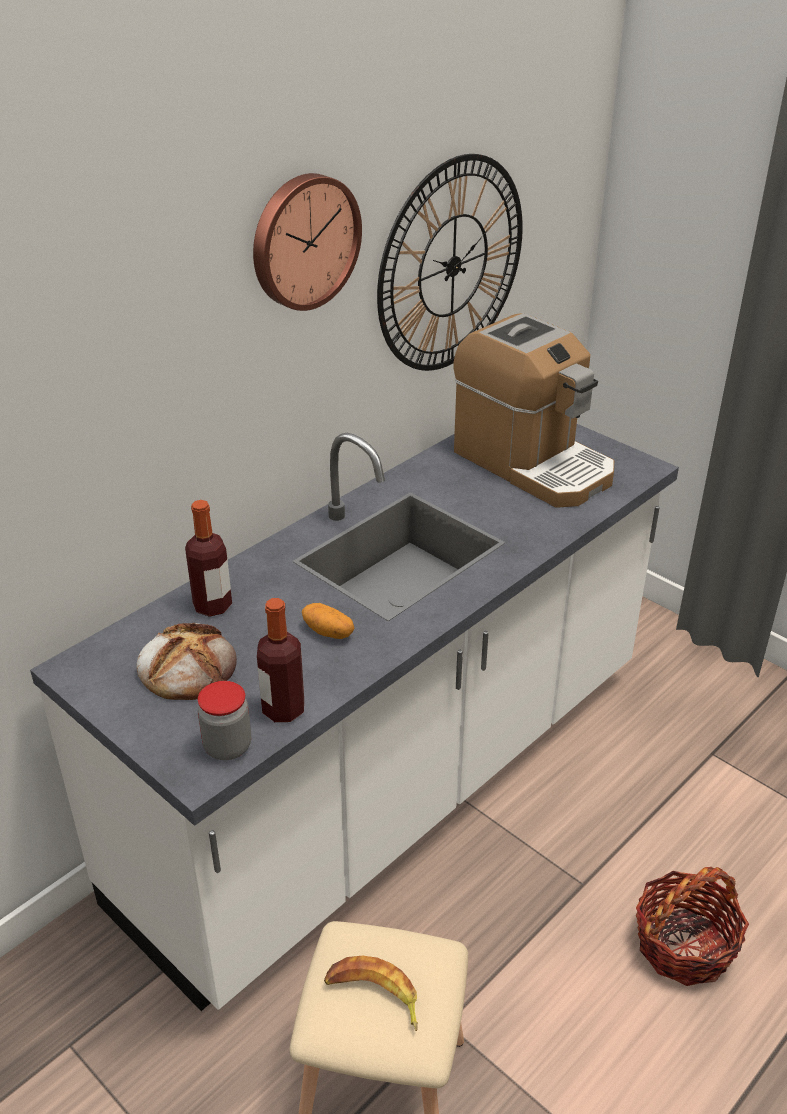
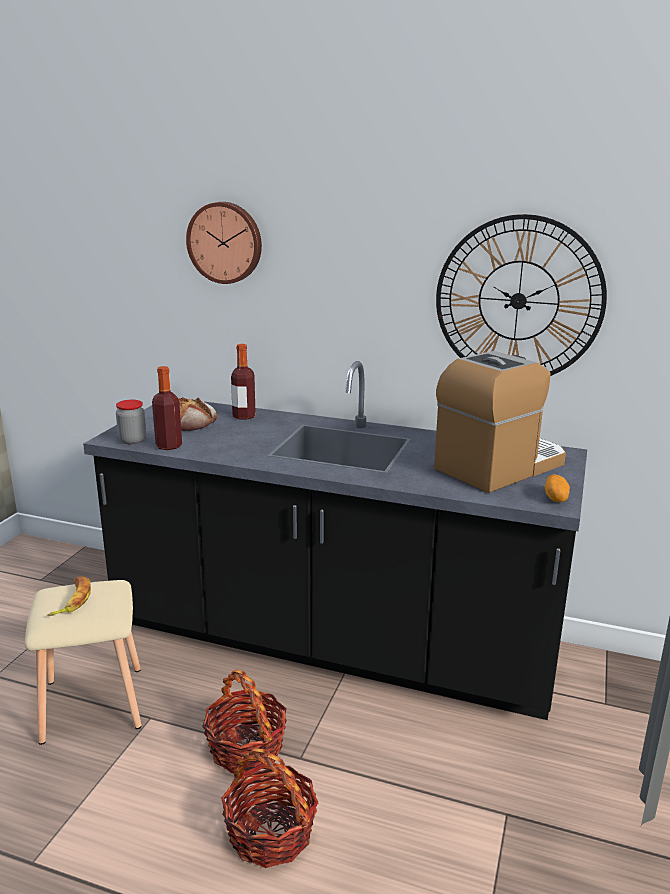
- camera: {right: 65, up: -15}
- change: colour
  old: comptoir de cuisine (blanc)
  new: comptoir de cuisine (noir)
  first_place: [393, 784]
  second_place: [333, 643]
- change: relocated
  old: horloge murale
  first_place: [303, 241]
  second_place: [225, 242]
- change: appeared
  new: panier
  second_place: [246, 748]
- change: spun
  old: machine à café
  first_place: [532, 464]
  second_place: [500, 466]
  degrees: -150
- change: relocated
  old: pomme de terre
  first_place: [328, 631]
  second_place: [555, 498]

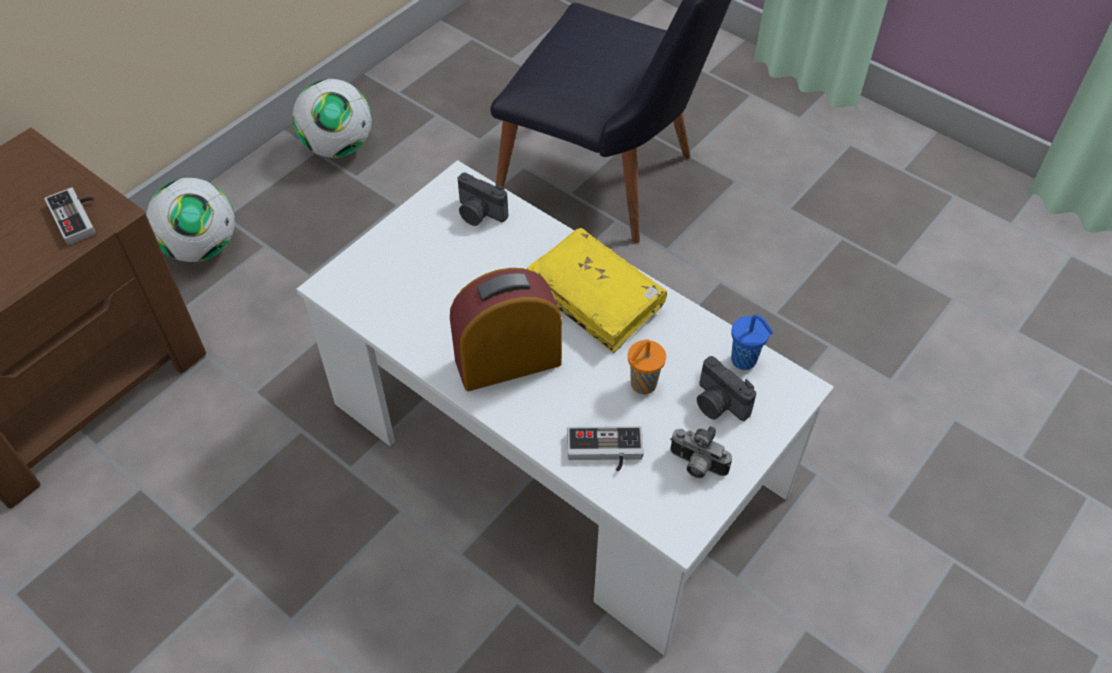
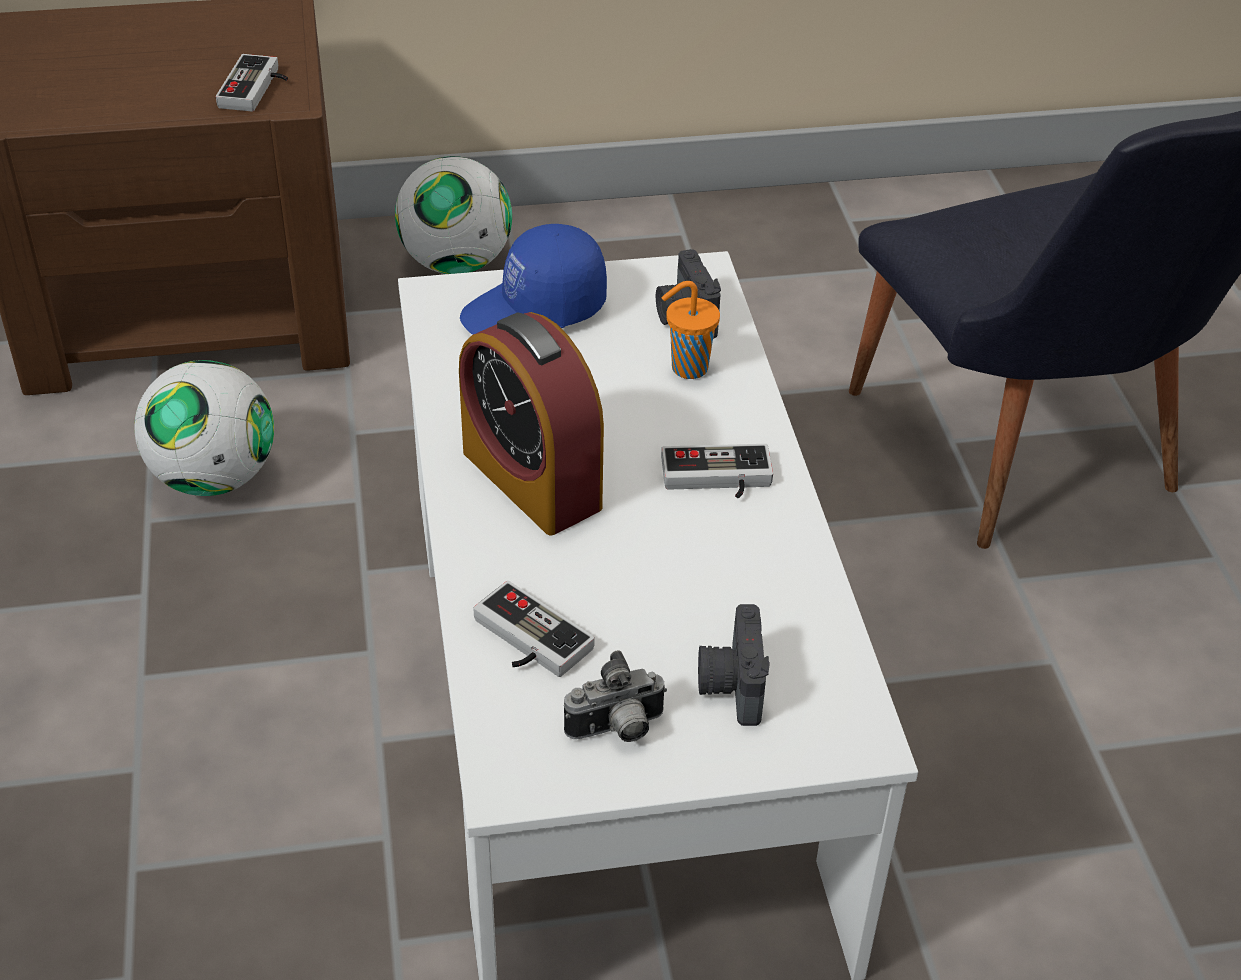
- camera: {right: 40, up: -10}
- change: relocated
  old: ballon de foot
  first_place: [338, 147]
  second_place: [214, 478]
- change: spun
  old: réveil
  first_place: [508, 361]
  second_place: [531, 479]
  degrees: -150
- change: appeared
  new: casquette (bleu)
  second_place: [535, 312]
- change: spun
  old: appareil photo
  first_place: [696, 466]
  second_place: [617, 730]
  degrees: -90
- change: exchanged
  old: livre (jaune)
  new: manette
  first_place: [596, 298]
  second_place: [717, 480]
- change: relocated
  old: tasse (orange)
  first_place: [642, 385]
  second_place: [687, 368]
- change: missing
  old: tasse (bleu)
  first_place: [745, 361]

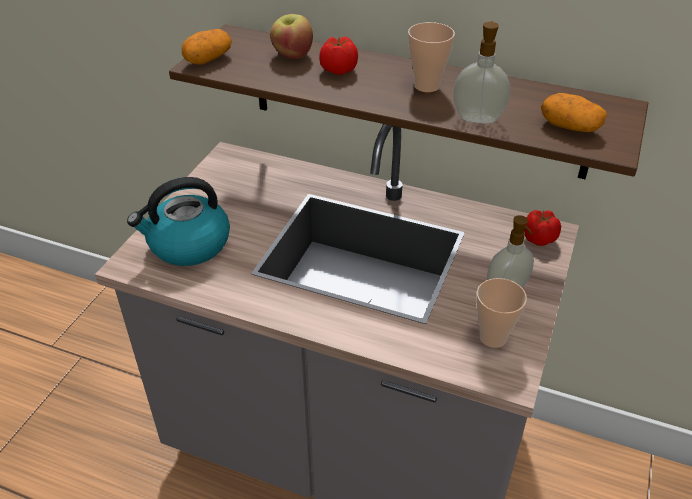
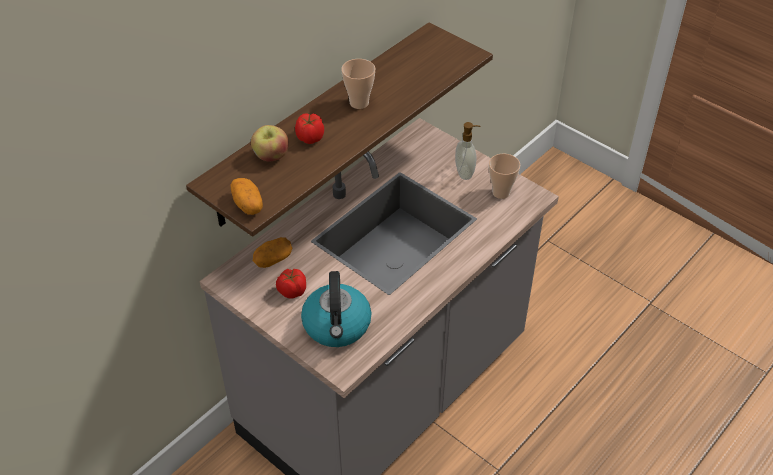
- camera: {right: -70, up: 5}
- change: relocated
  old: pomme de terre
  first_place: [569, 127]
  second_place: [273, 260]
- change: relocated
  old: tomate
  first_place: [538, 238]
  second_place: [291, 291]
- change: missing
  old: distributeur de savon
  first_place: [477, 118]

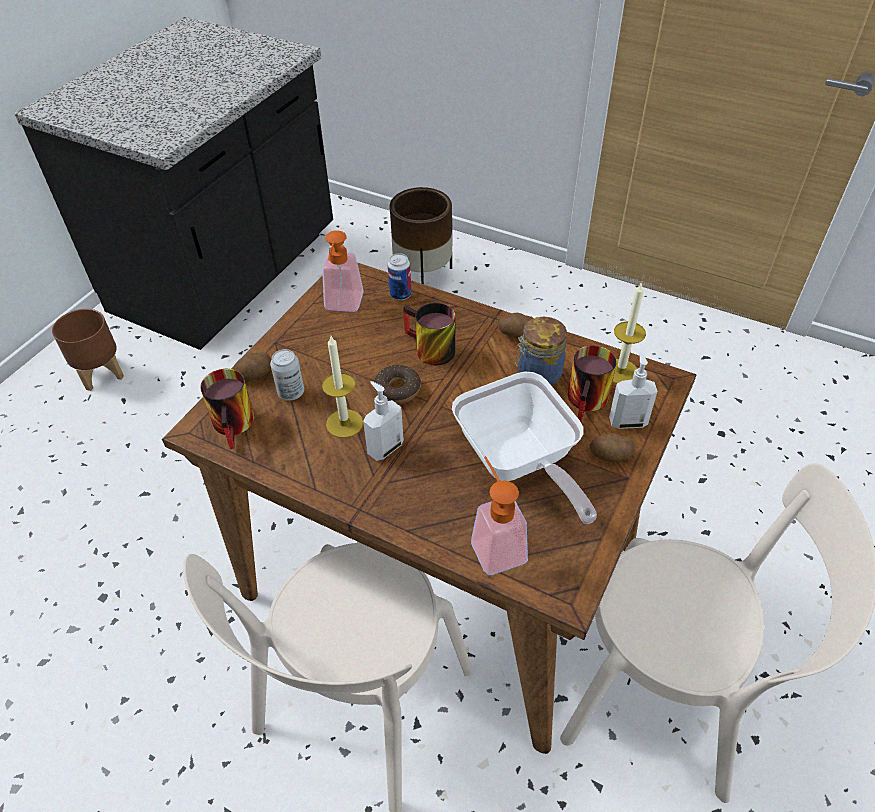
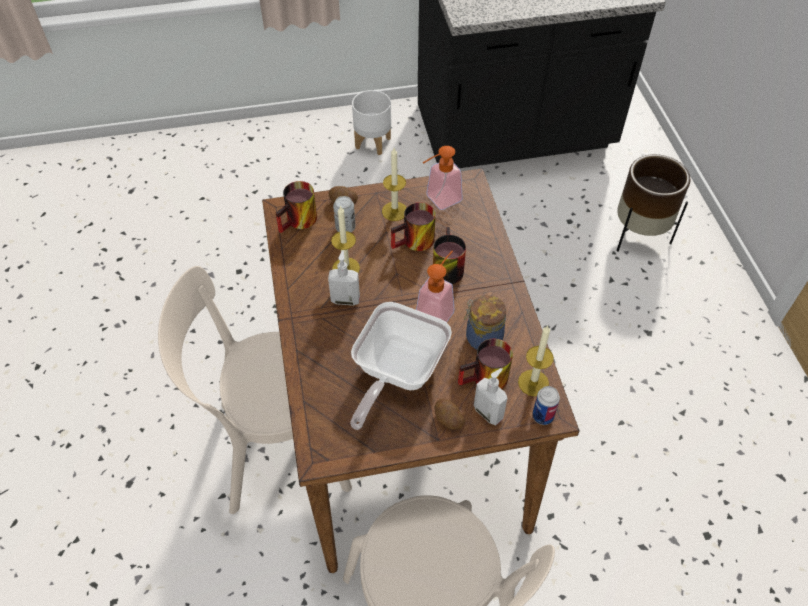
- camera: {right: 50, up: 5}
- change: colour
  old: cache-pot (marron)
  new: cache-pot (blanc)
  first_place: [101, 373]
  second_place: [373, 142]
- change: appeared
  new: bougie
  second_place: [394, 211]
- change: appeared
  new: mug
  second_place: [415, 243]
- change: relocated
  old: distributeur de savon
  first_place: [494, 544]
  second_place: [438, 310]
- change: relocated
  old: boîte métallique
  first_place: [400, 294]
  second_place: [542, 416]
- change: missing
  old: beignet
  first_place: [397, 389]
- change: missing
  old: pomme de terre
  first_place: [516, 334]

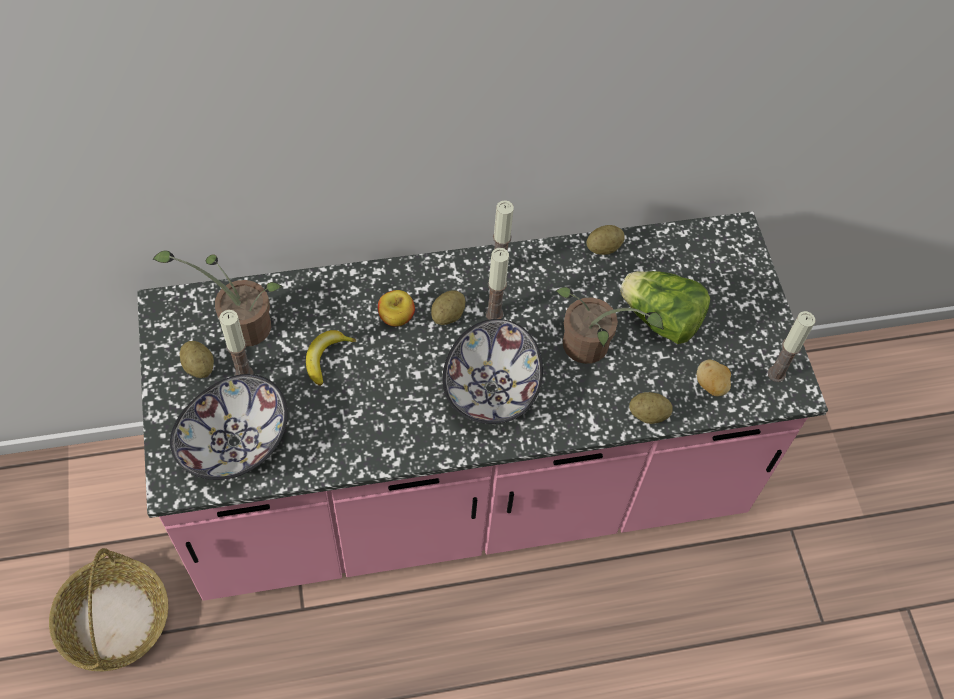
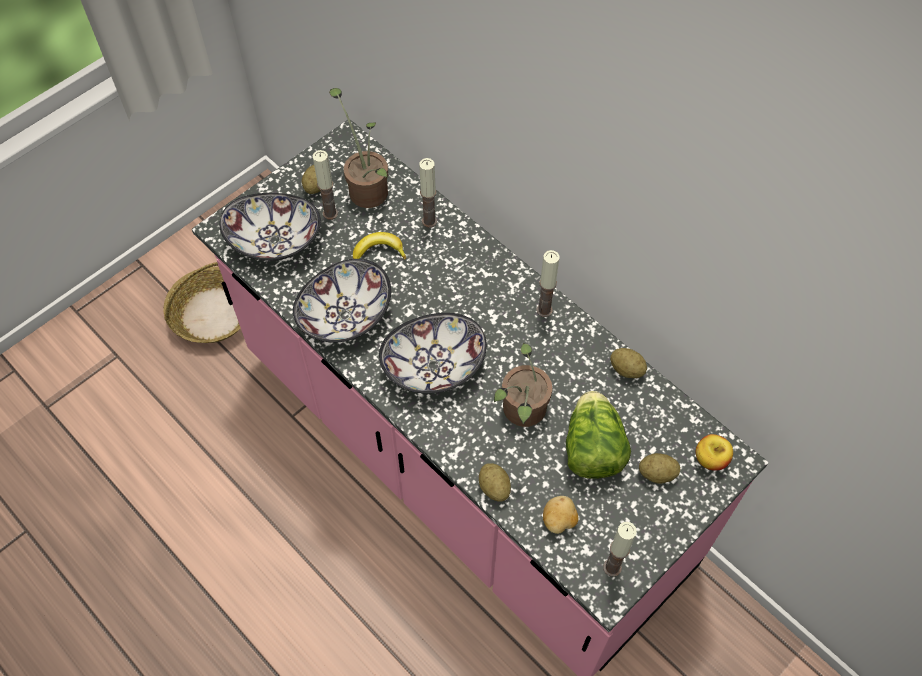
- camera: {right: 60, up: 0}
- change: appeared
  new: bol
  second_place: [344, 315]
- change: relocated
  old: bougie
  first_place: [494, 313]
  second_place: [429, 221]
- change: relocated
  old: pomme de terre
  first_place: [448, 315]
  second_place: [657, 474]
- change: relocated
  old: pomme
  first_place: [396, 317]
  second_place: [710, 459]

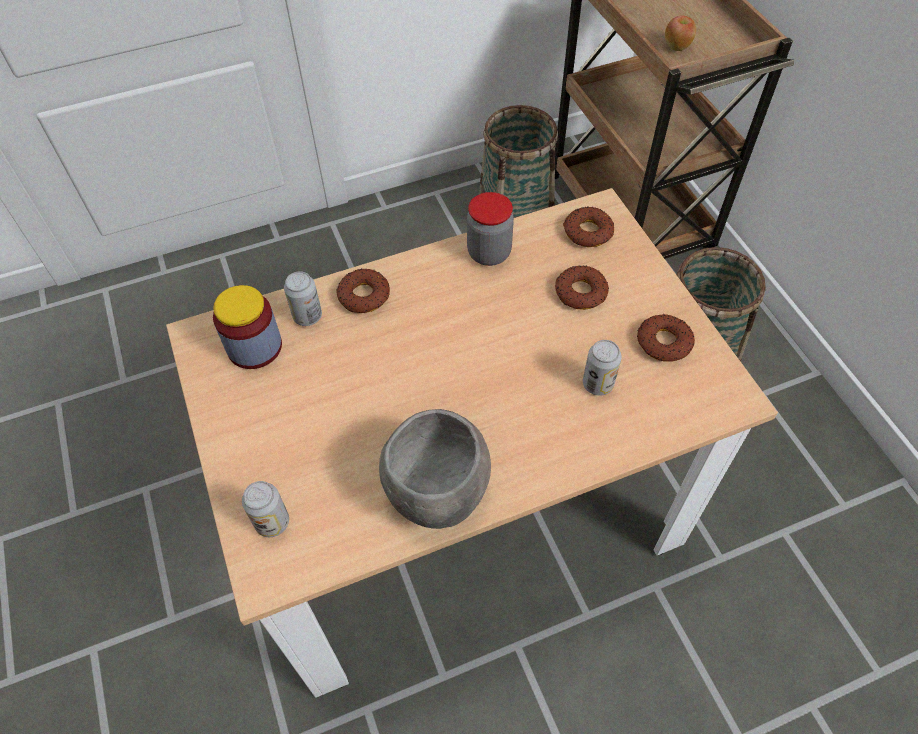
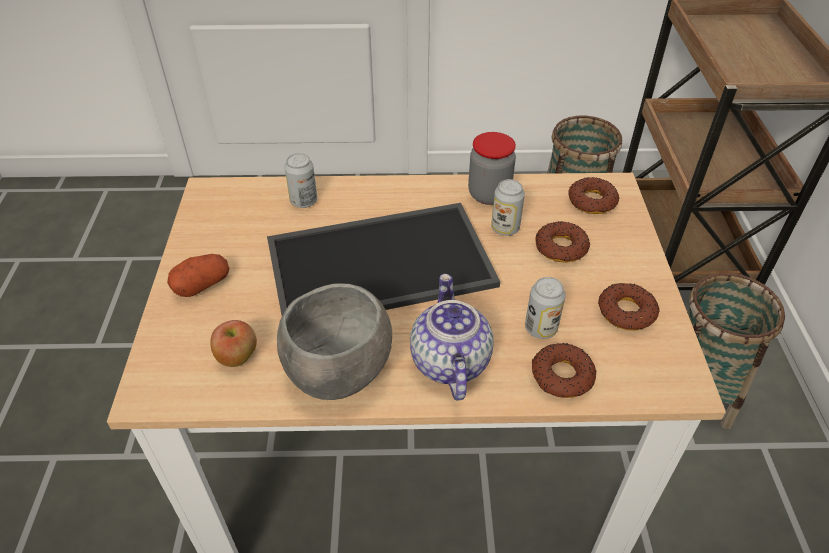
- camera: {right: 20, up: -10}
- change: appeared
  new: pomme de terre
  second_place: [202, 284]
- change: relocated
  old: pomme
  first_place: [677, 47]
  second_place: [238, 357]
- change: appeared
  new: plateau
  second_place: [381, 261]
- change: appeared
  new: théière
  second_place: [448, 361]
- change: relocated
  old: boîte métallique
  first_place: [272, 522]
  second_place: [505, 228]
- change: relocated
  old: beignet
  first_place: [363, 296]
  second_place: [561, 376]
- change: missing
  old: bocal
  first_place: [254, 347]

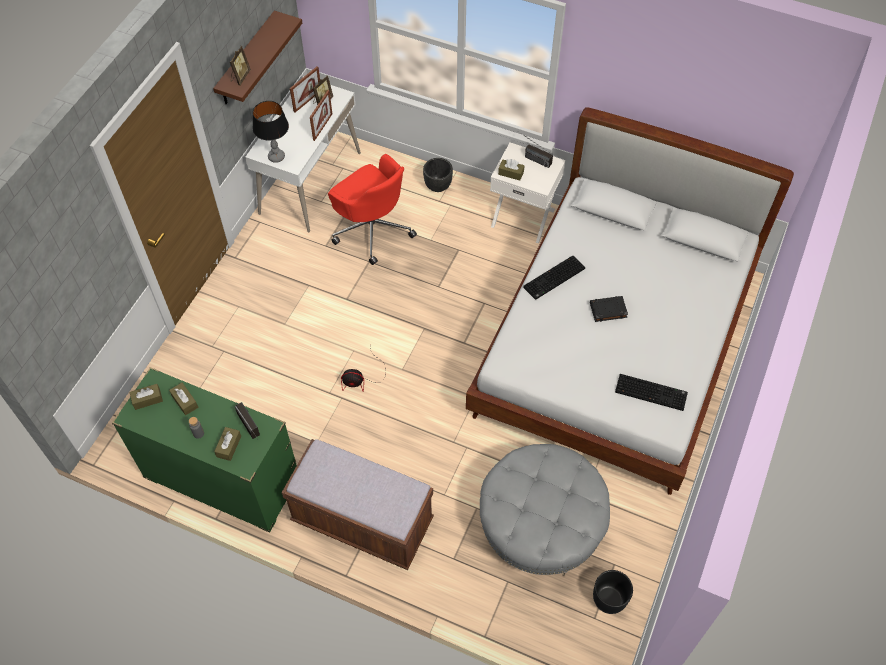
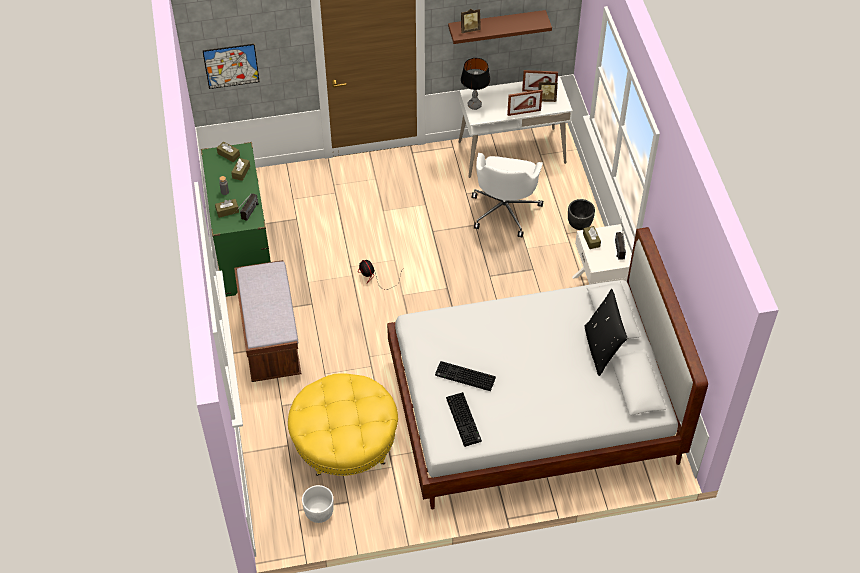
- camera: {right: 55, up: -5}
- change: appeared
  new: tableau
  second_place: [231, 66]
- change: colour
  old: pouf (gris)
  new: pouf (jaune)
  first_place: [540, 525]
  second_place: [345, 441]
- change: colour
  old: cache-pot (noir)
  new: cache-pot (blanc)
  first_place: [609, 598]
  second_place: [319, 512]
- change: relocated
  old: clavier
  first_place: [554, 279]
  second_place: [464, 377]
- change: colour
  old: chaise de bureau (rouge)
  new: chaise de bureau (blanc)
  first_place: [372, 228]
  second_place: [505, 210]
- change: appeared
  new: coussin (noir)
  second_place: [602, 349]
- change: missing
  old: livre (noir)
  first_place: [607, 310]

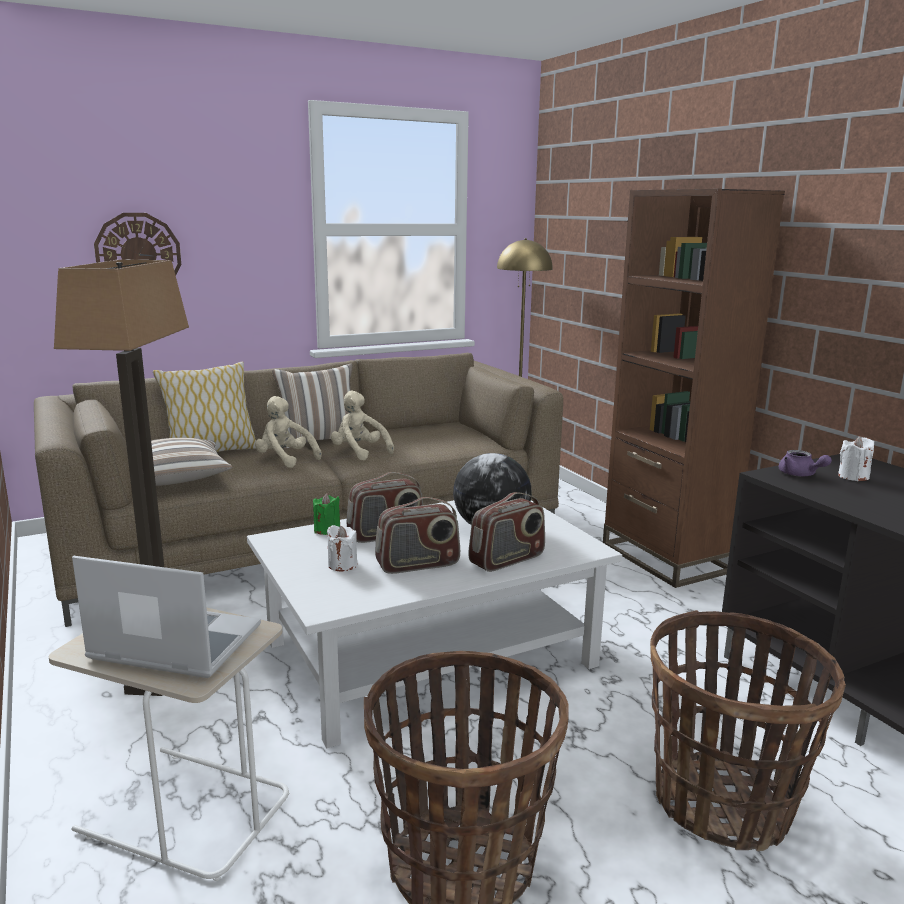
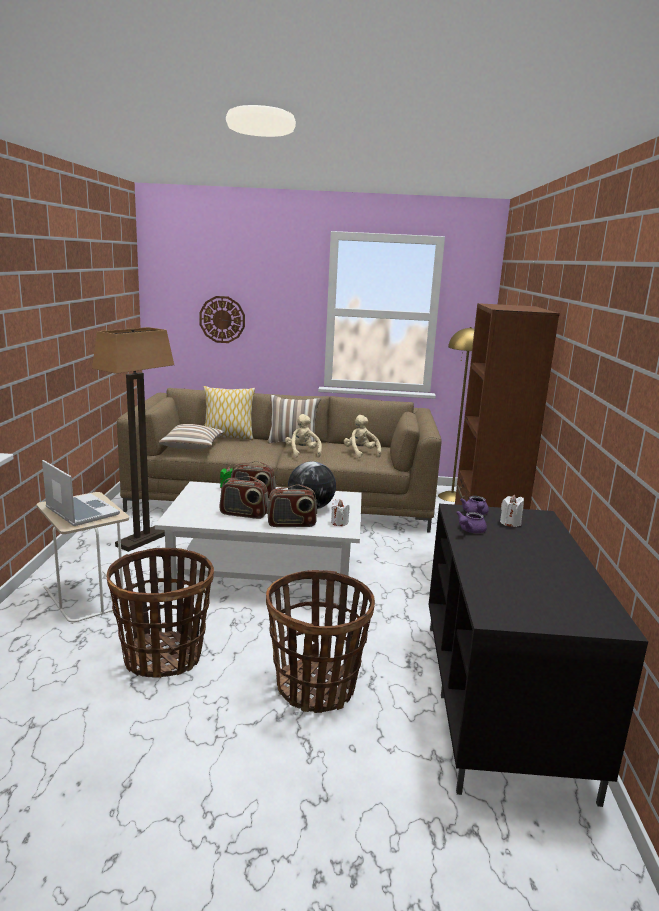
- camera: {right: 30, up: 0}
- change: relocated
  old: bougie (blanc)
  first_place: [342, 565]
  second_place: [339, 522]
- change: relocated
  old: peluche (beige)
  first_place: [285, 459]
  second_place: [360, 453]
- change: appeared
  new: théière (violet)
  second_place: [470, 530]

